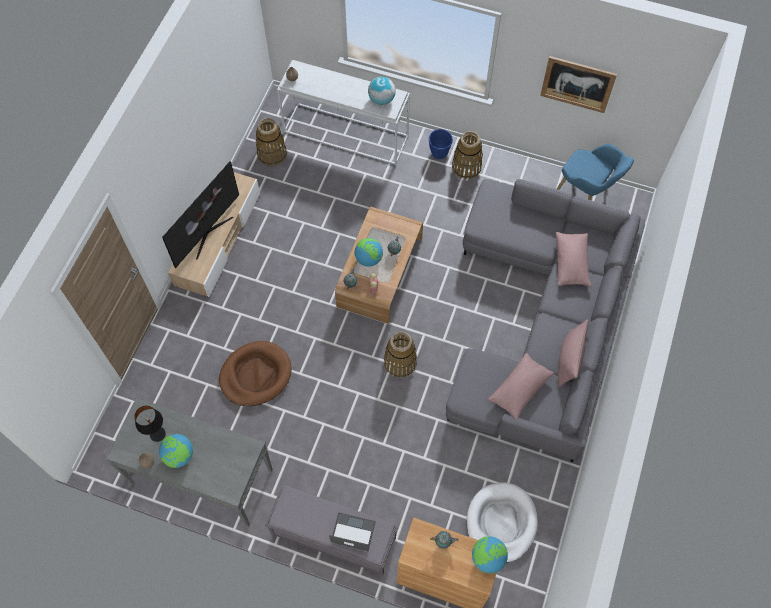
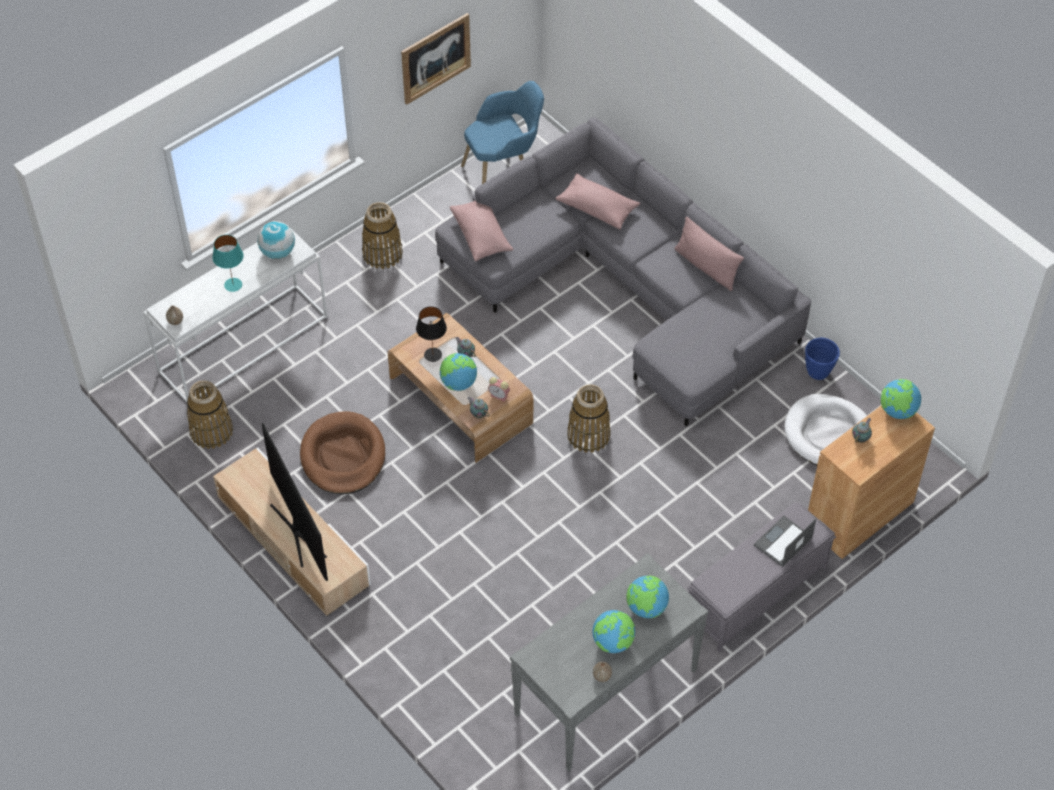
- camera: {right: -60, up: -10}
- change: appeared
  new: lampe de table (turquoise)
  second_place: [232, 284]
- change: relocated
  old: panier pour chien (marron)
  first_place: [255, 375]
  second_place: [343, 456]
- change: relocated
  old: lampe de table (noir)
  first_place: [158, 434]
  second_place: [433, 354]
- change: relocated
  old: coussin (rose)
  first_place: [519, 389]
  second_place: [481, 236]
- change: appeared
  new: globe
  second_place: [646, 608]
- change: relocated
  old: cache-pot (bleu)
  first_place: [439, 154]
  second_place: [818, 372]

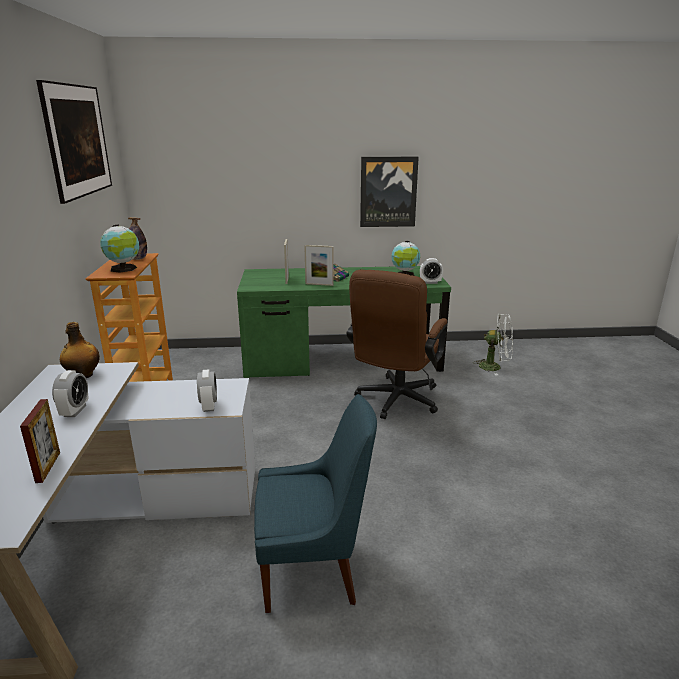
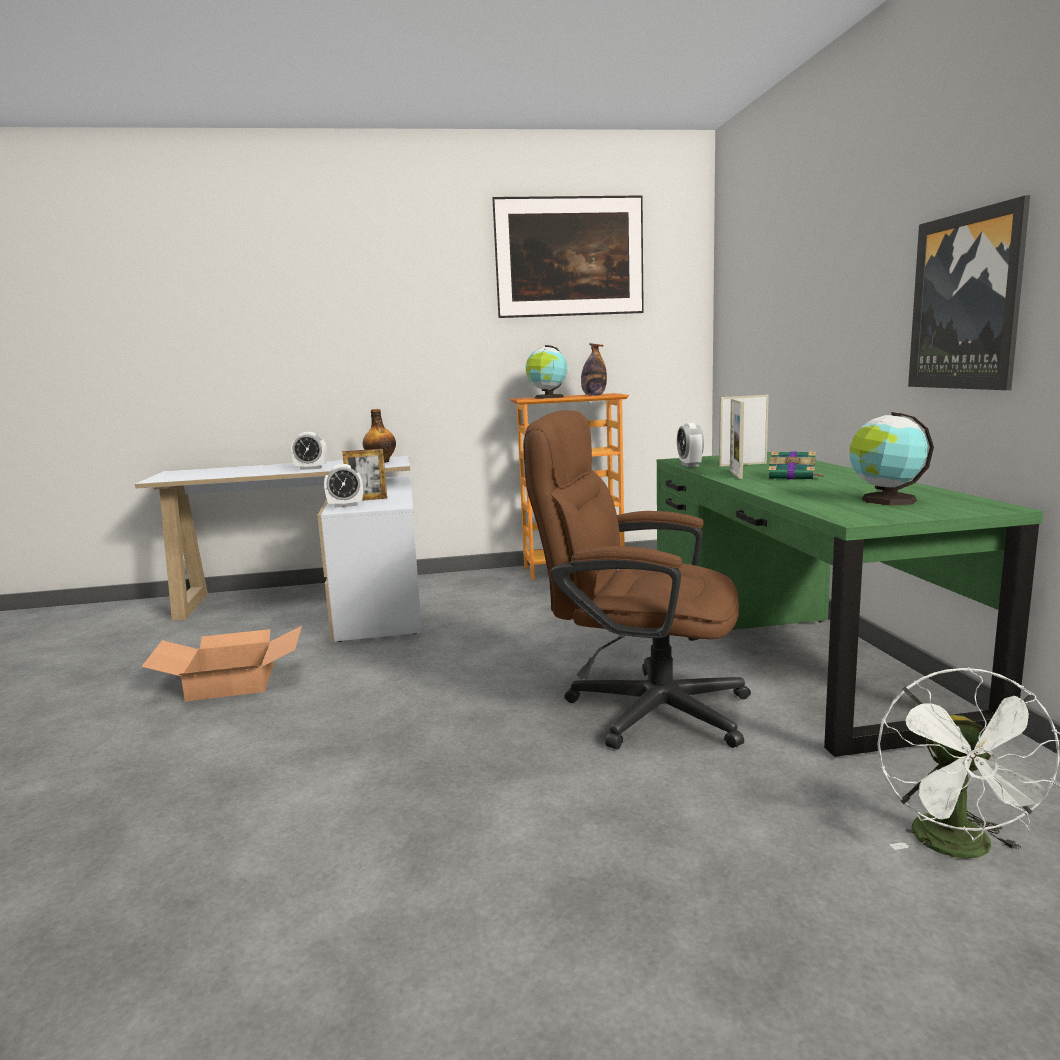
- camera: {right: 85, up: -10}
- change: exchanged
  old: chaise (bleu)
  new: carton
  first_place: [313, 569]
  second_place: [230, 682]
- change: relocated
  old: cadre photo
  first_place: [48, 467]
  second_place: [367, 499]
- change: relocated
  old: réveil
  first_place: [430, 282]
  second_place: [690, 465]

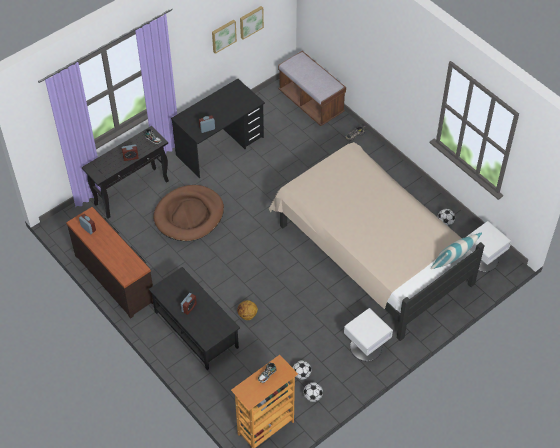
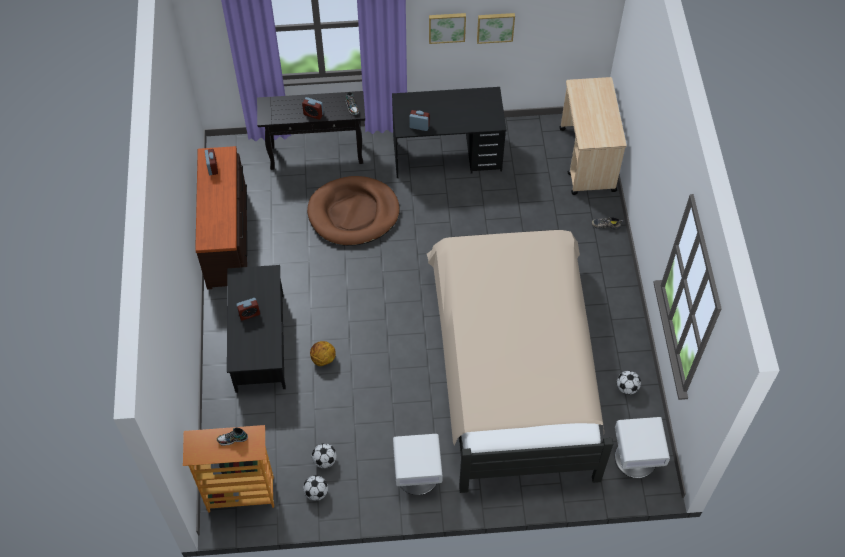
- camera: {right: 35, up: 5}
- change: relocated
  old: tableau
  first_place: [250, 22]
  second_place: [447, 27]
- change: exchanged
  old: banc (marron)
  new: chariot (beige)
  first_place: [311, 103]
  second_place: [587, 160]
- change: missing
  old: coussin
  first_place: [452, 262]

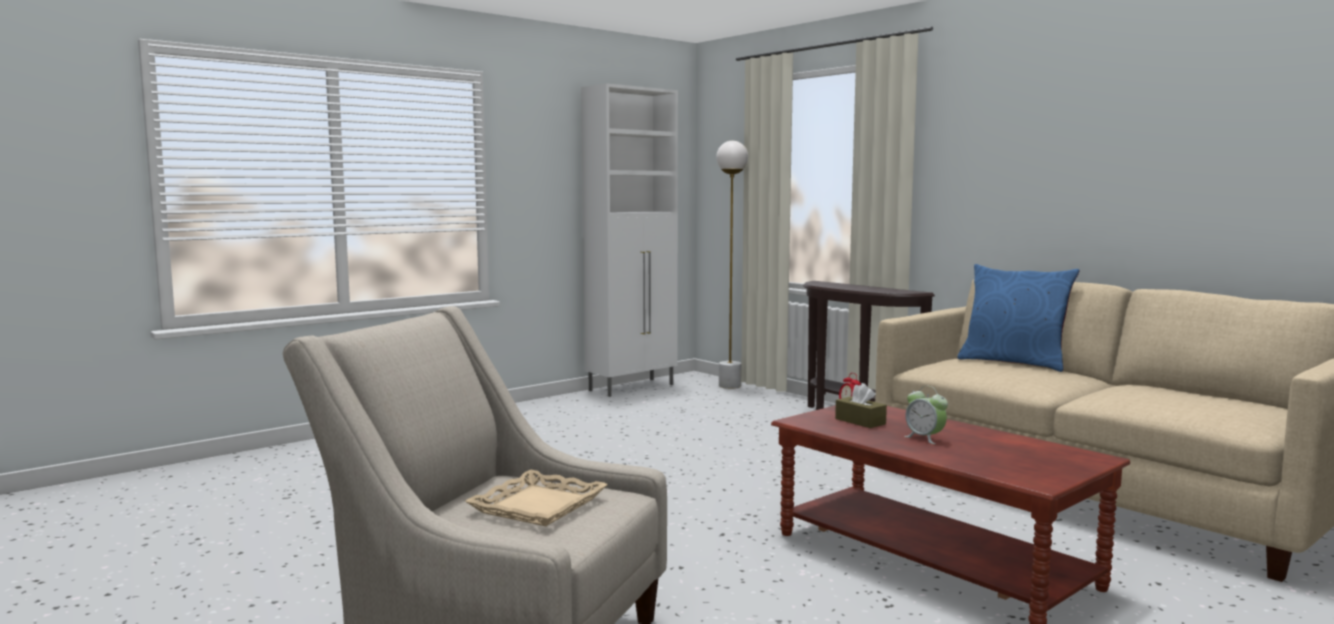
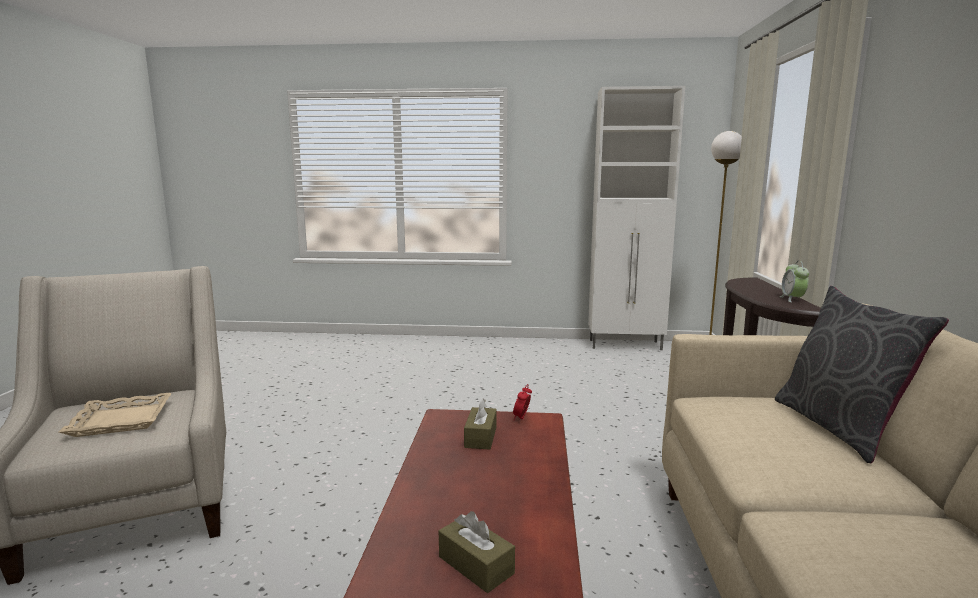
- camera: {right: 45, up: 5}
- change: appeared
  new: boîte à mouchoirs (marron)
  second_place: [476, 565]
- change: colour
  old: coussin (bleu)
  new: coussin (gris)
  first_place: [1013, 362]
  second_place: [839, 427]
- change: relocated
  old: réveil
  first_place: [924, 438]
  second_place: [792, 299]

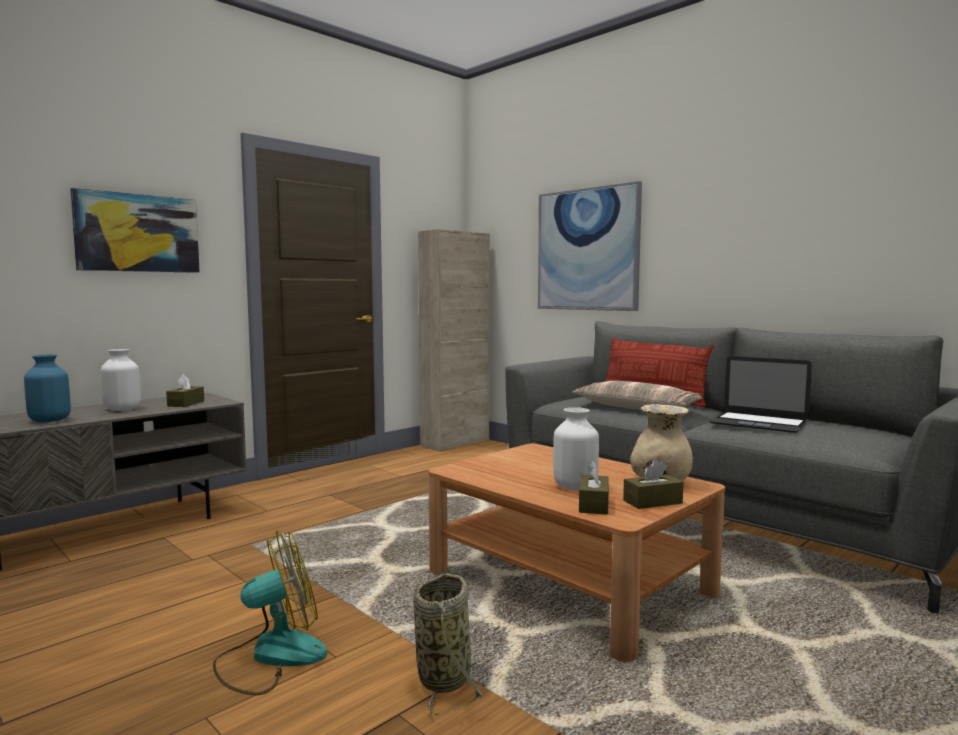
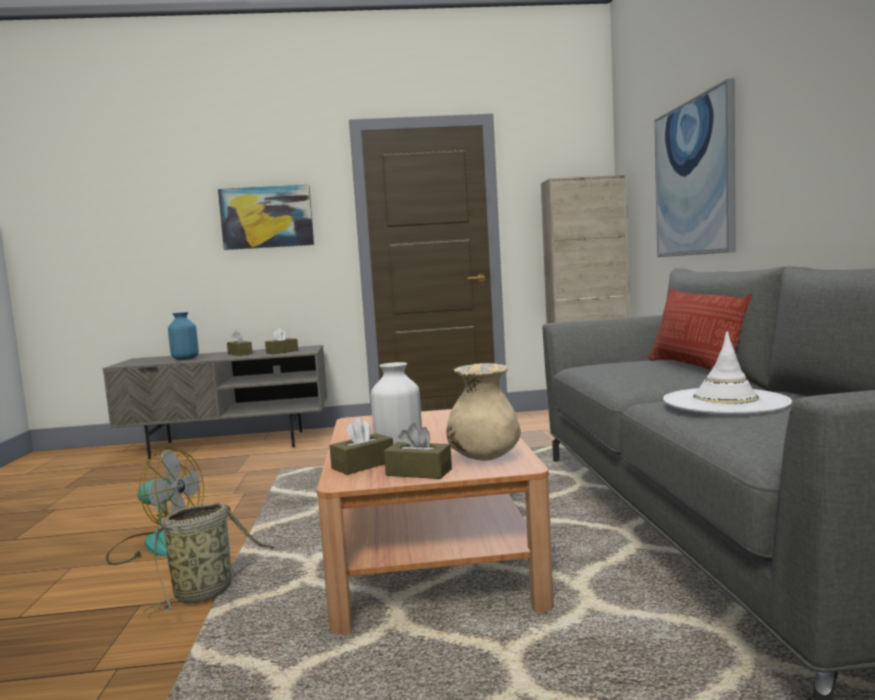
- camera: {right: 40, up: 0}
- change: exchanged
  old: vase (blanc)
  new: boîte à mouchoirs (marron)
  first_place: [123, 409]
  second_place: [240, 354]
- change: exchanged
  old: ordinateur portable
  new: chapeau (blanc)
  first_place: [758, 423]
  second_place: [725, 402]
- change: missing
  old: coussin
  first_place: [636, 408]

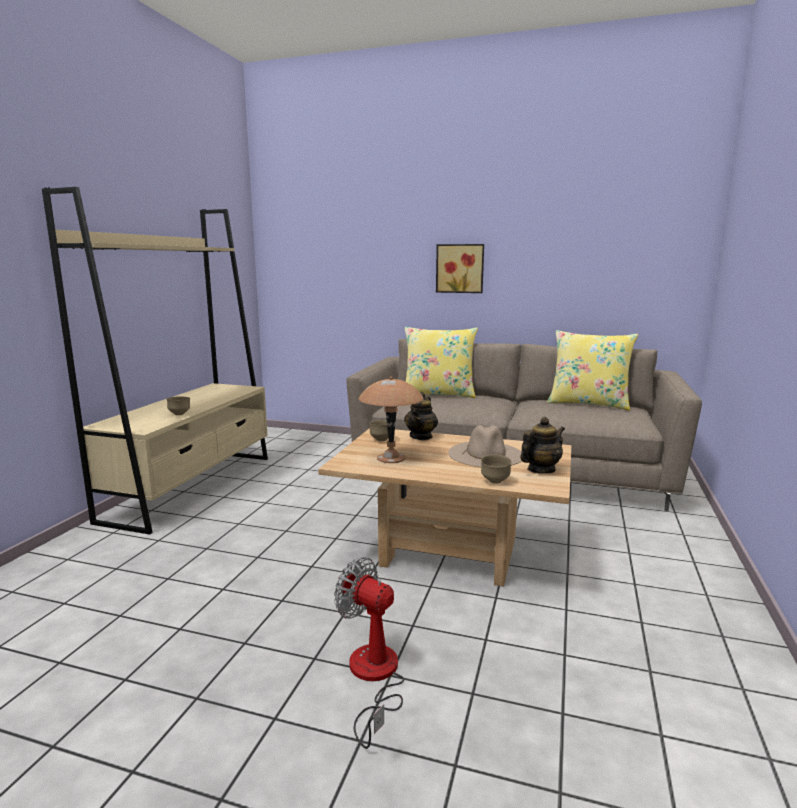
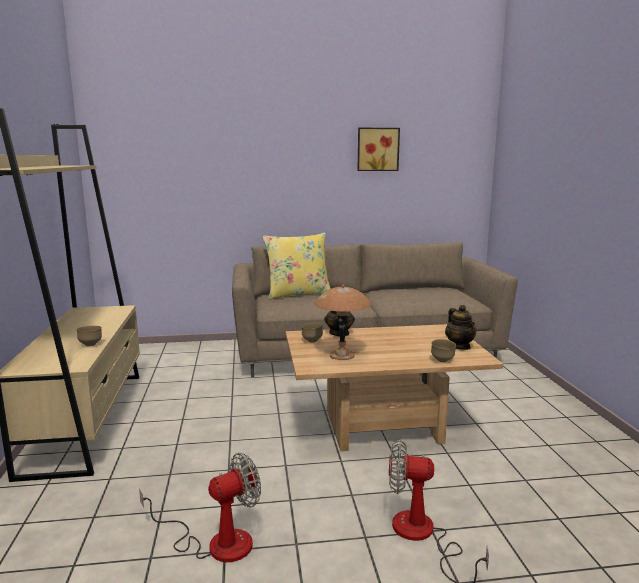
- camera: {right: -25, up: 0}
- change: appeared
  new: ventilateur
  second_place: [216, 542]
- change: relocated
  old: tableau
  first_place: [460, 268]
  second_place: [377, 149]
- change: spun
  old: théière
  first_place: [540, 470]
  second_place: [459, 346]
  degrees: 135
- change: missing
  old: chapeau (beige)
  first_place: [486, 454]
- change: missing
  old: coussin (jaune)
  first_place: [588, 403]

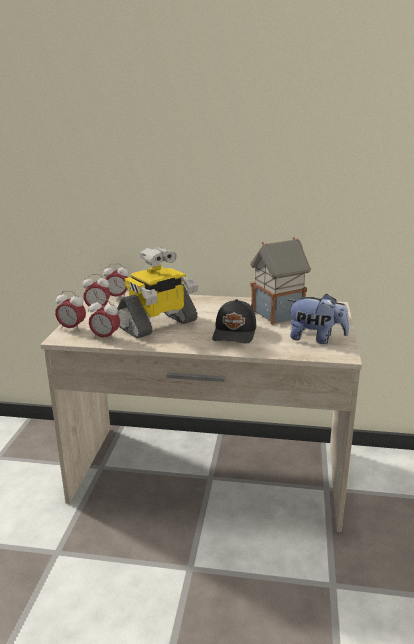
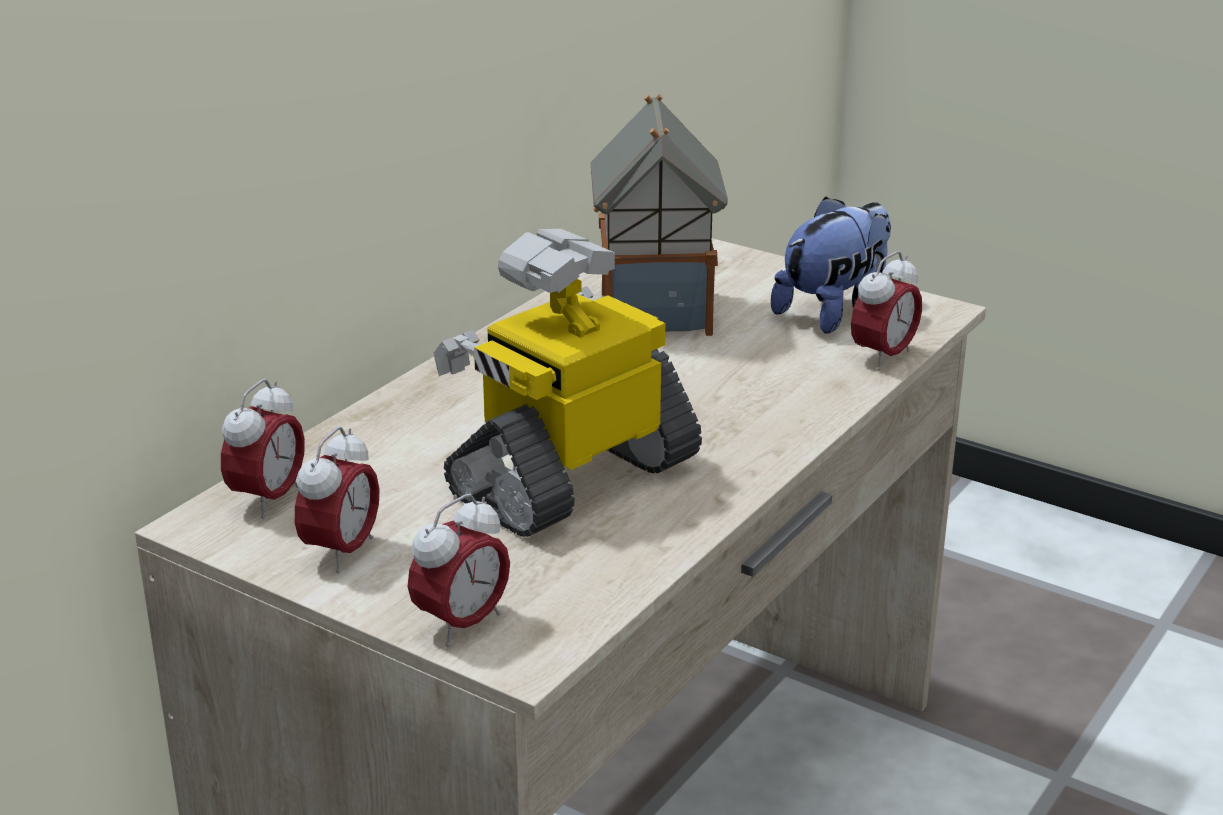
- camera: {right: -65, up: 5}
- change: spun
  old: robot jouet
  first_place: [157, 325]
  second_place: [571, 477]
  degrees: -120
- change: relocated
  old: réveil
  first_place: [105, 338]
  second_place: [883, 357]
- change: missing
  old: casquette (noir)
  first_place: [235, 333]

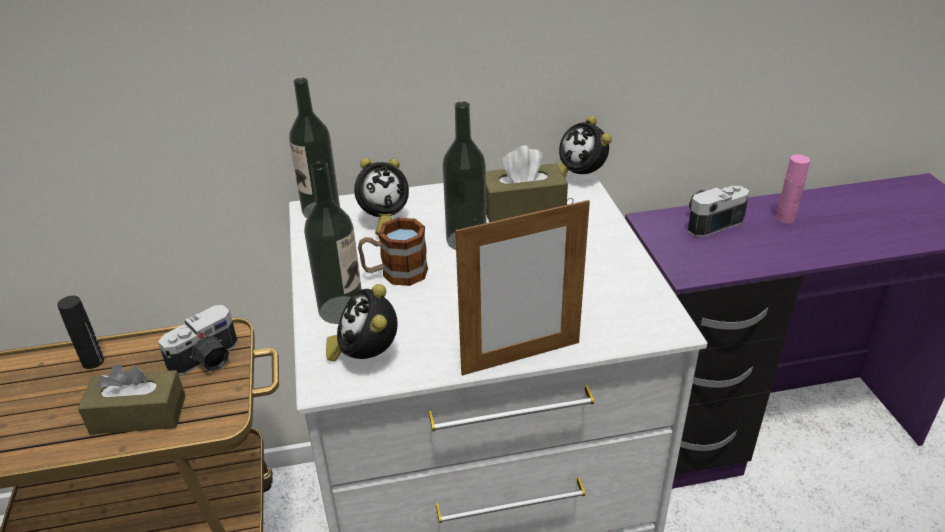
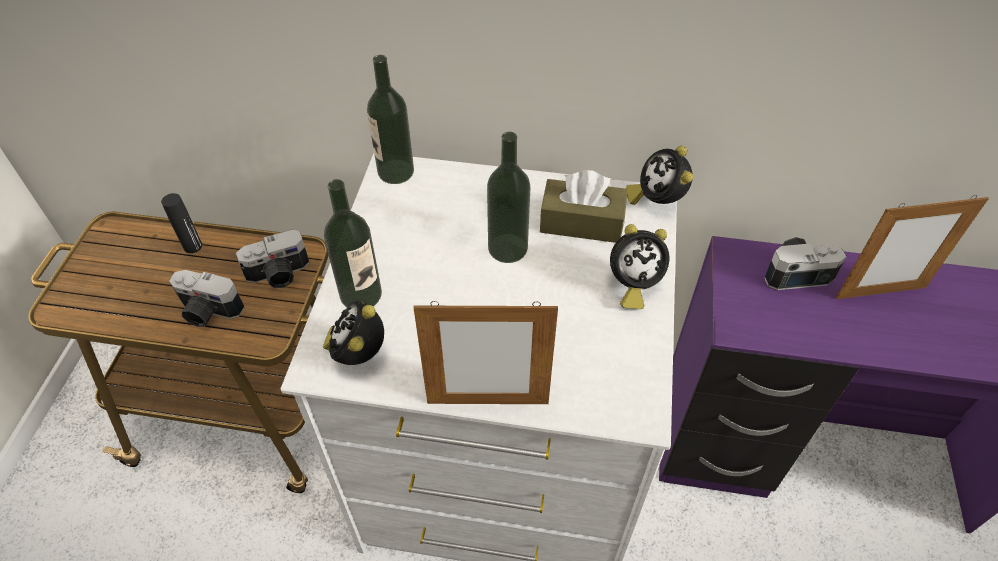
- camera: {right: 20, up: 15}
- change: exchanged
  old: boîte à mouchoirs (marron)
  new: appareil photo
  first_place: [138, 415]
  second_place: [208, 311]
- change: relocated
  old: réveil
  first_place: [383, 221]
  second_place: [632, 285]
- change: exchanged
  old: bouteille (rose)
  new: cadre photo
  first_place: [785, 218]
  second_place: [880, 292]
- change: missing
  old: mug
  first_place: [395, 274]

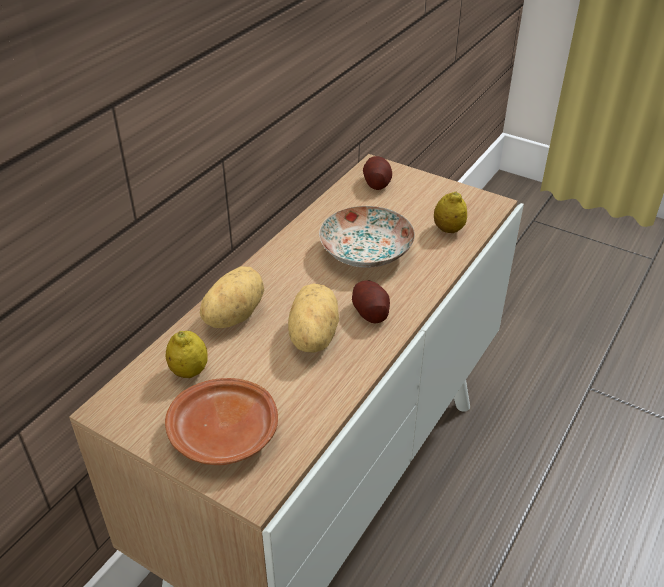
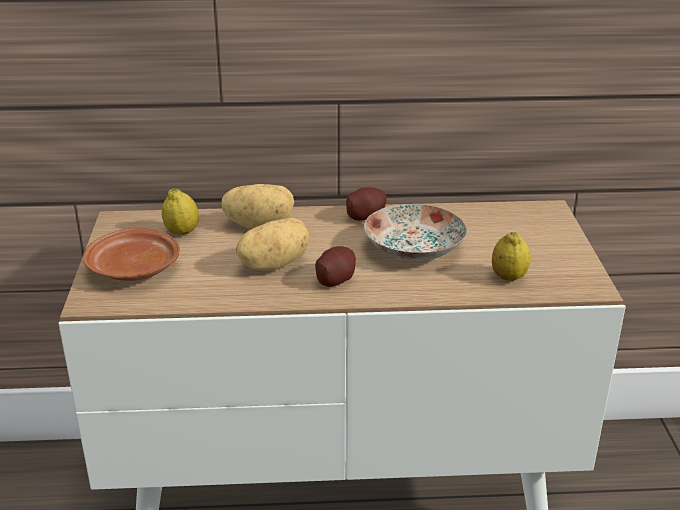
- camera: {right: 55, up: -10}
- change: relocated
  old: pomme de terre
  first_place: [376, 183]
  second_place: [366, 216]

